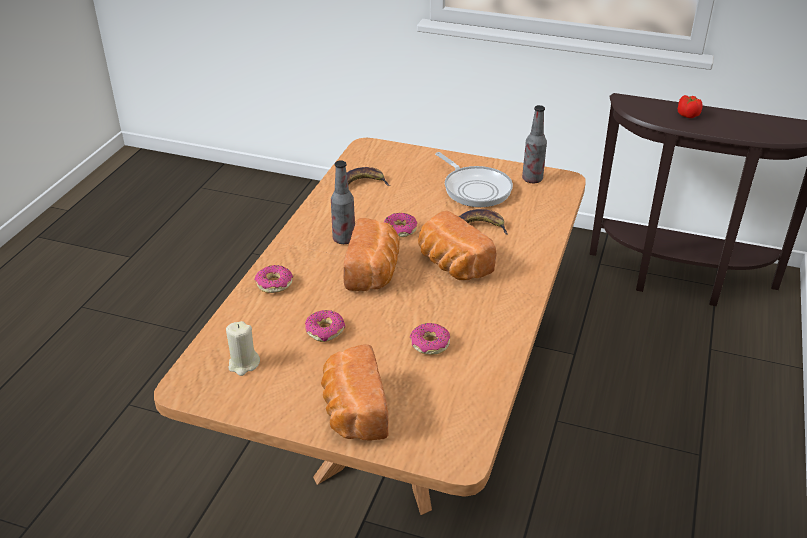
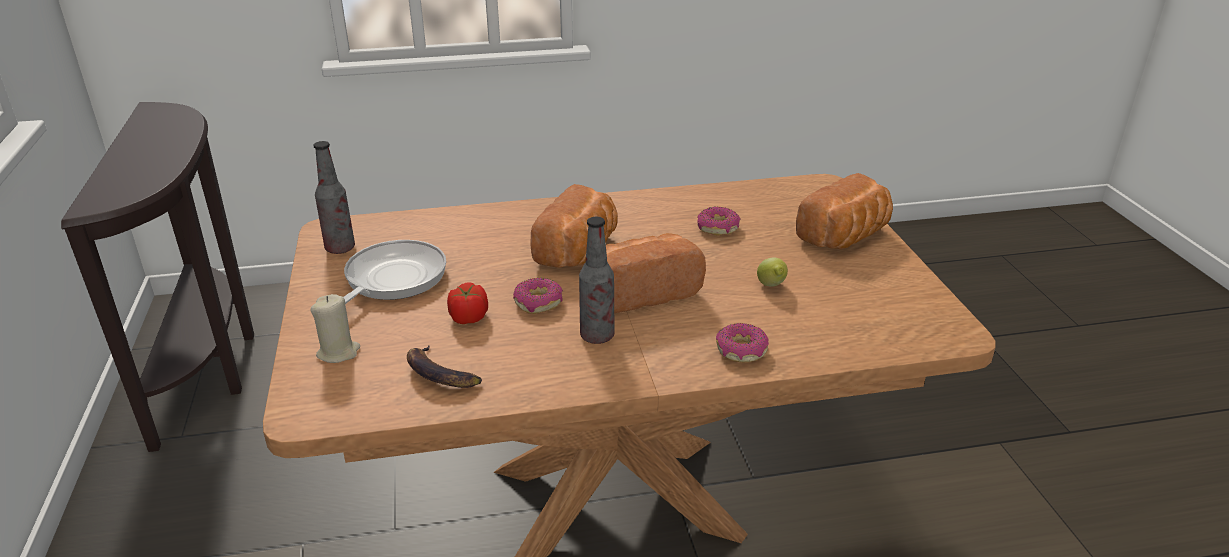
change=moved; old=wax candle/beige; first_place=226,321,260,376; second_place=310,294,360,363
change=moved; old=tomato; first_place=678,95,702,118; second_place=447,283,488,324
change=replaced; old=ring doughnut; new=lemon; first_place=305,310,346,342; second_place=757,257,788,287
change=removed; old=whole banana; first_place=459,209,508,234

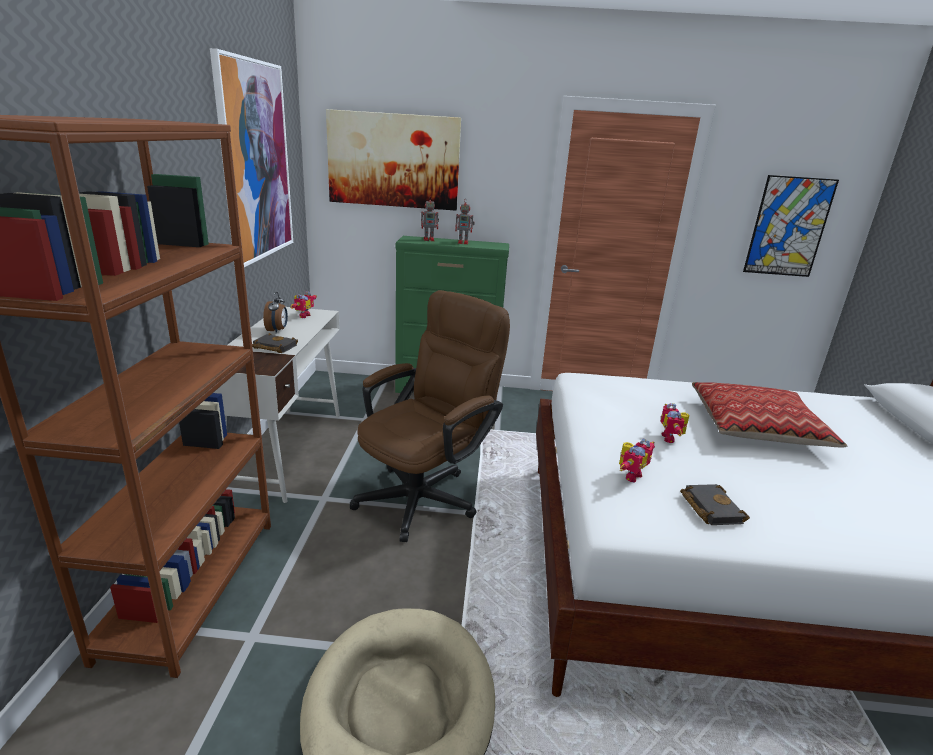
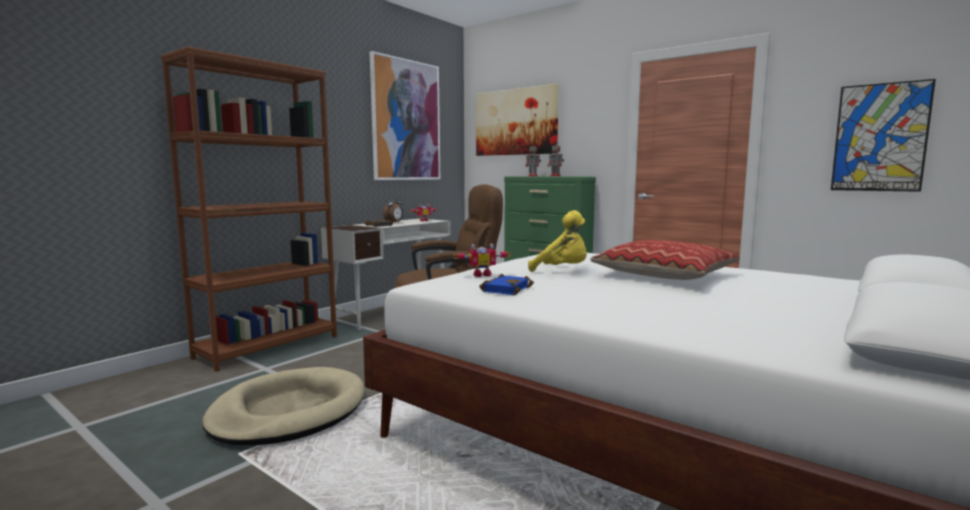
change=recoloured; old=volume/blackish; new=volume/blue-coloured; first_place=680,484,750,525; second_place=479,274,534,295
change=replaced; old=robot figure; new=soft toy/yellow; first_place=661,403,689,443; second_place=528,210,587,272

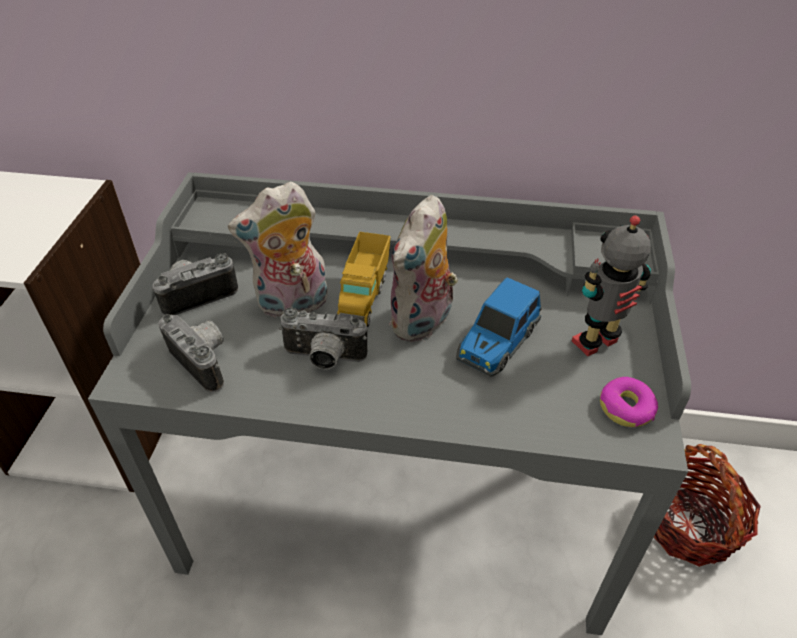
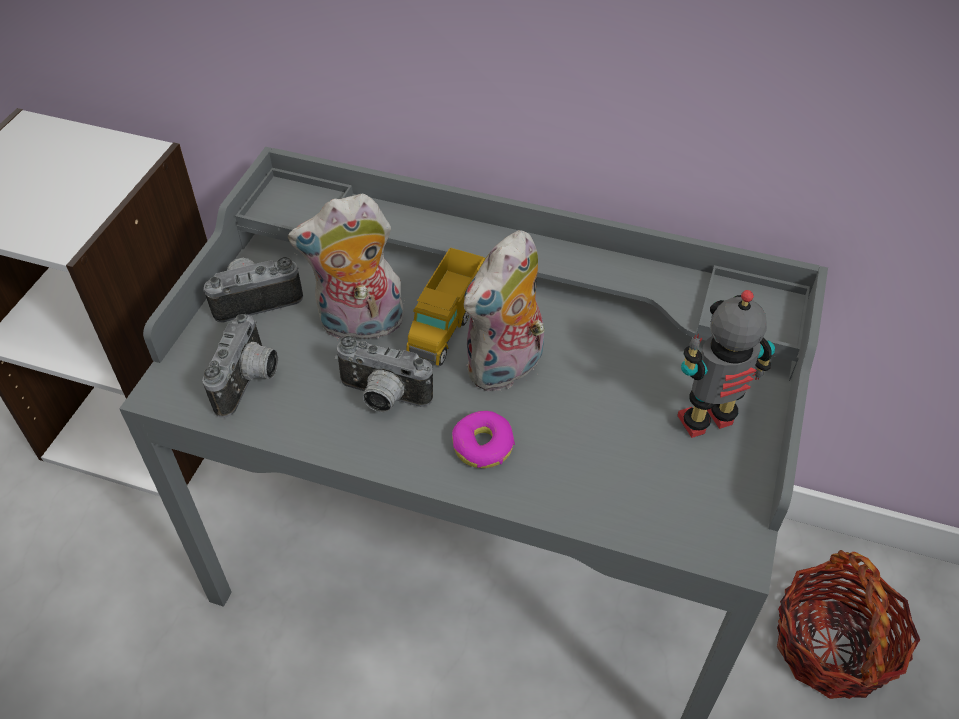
change=turned; old=photo camera; first_place=158,314,224,393; second_place=202,314,278,418; degrees=45
change=moved; old=ring doughnut; first_place=600,377,658,427; second_place=452,411,515,468
change=removed; old=model car; first_place=456,277,542,377

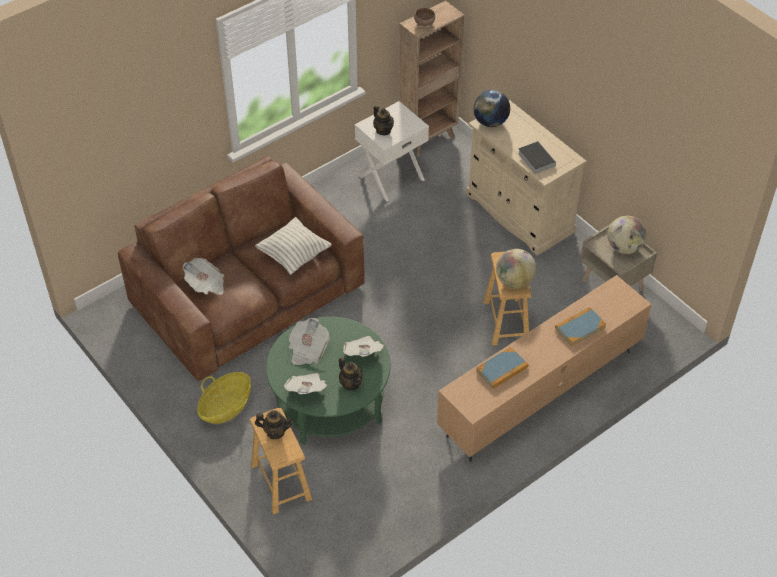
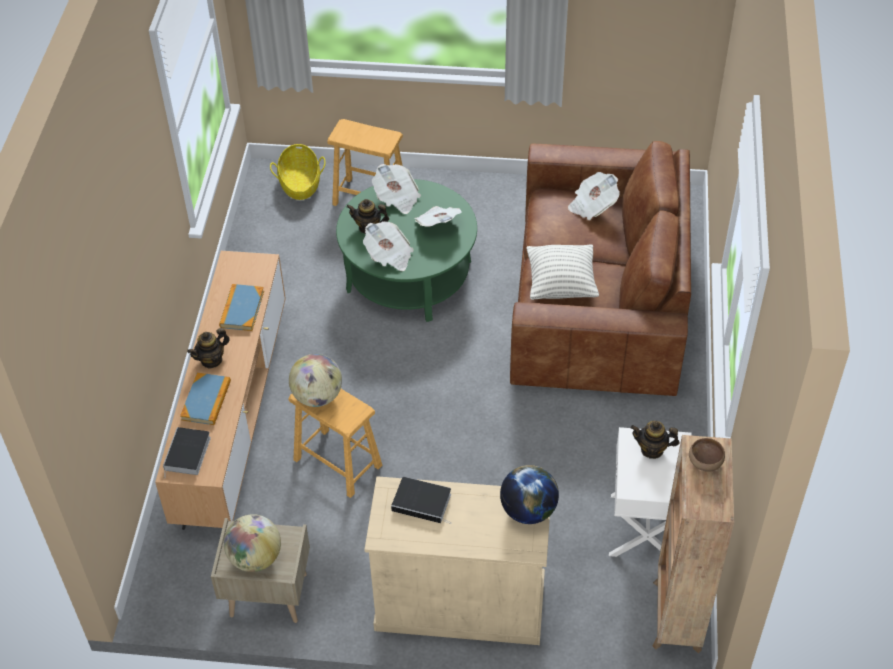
change=added; new=volume; second_place=163,427,211,477
change=moved; old=teapot; first_place=255,410,293,439; second_place=187,328,230,369
change=moved; old=household basket; first_place=197,372,251,424; second_place=270,144,326,200

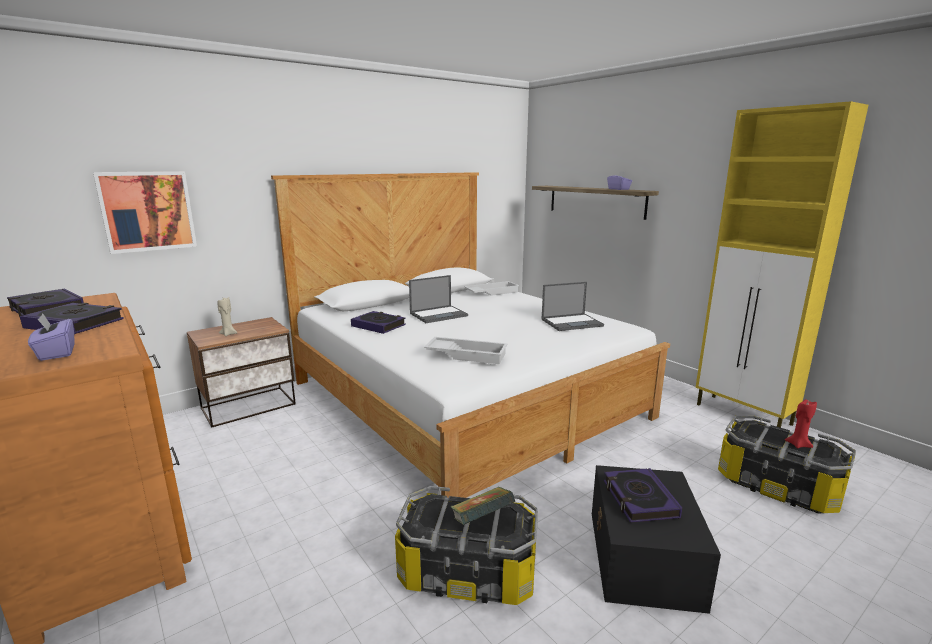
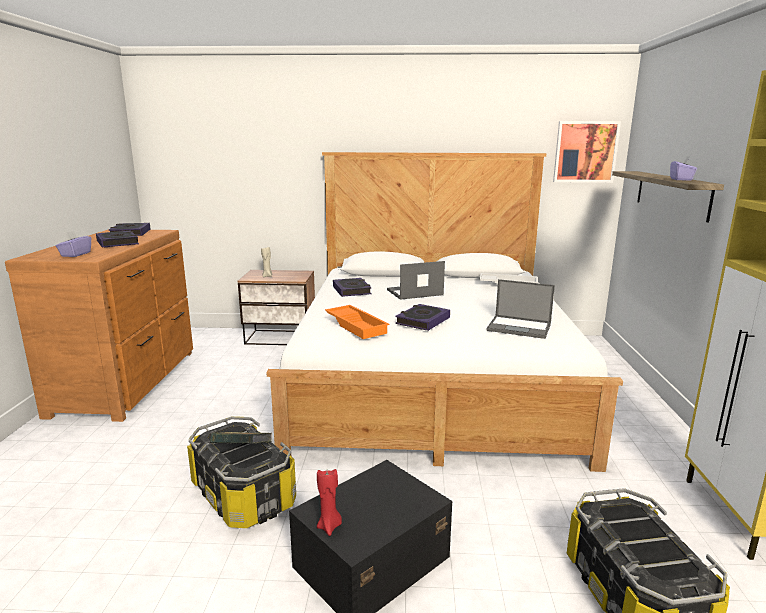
change=moved; old=wax candle/red; first_place=785,399,817,448; second_place=317,469,342,536
change=recoloured; old=serving tray/whitish; new=serving tray/orangey; first_place=424,337,508,364; second_place=325,305,389,339
change=turned; old=laptop; first_place=409,275,468,323; second_place=387,261,445,300; degrees=150
change=moved; old=volume; first_place=604,468,682,523; second_place=395,304,450,331
change=moved; old=wall picture; first_place=93,171,197,254; second_place=553,121,621,183

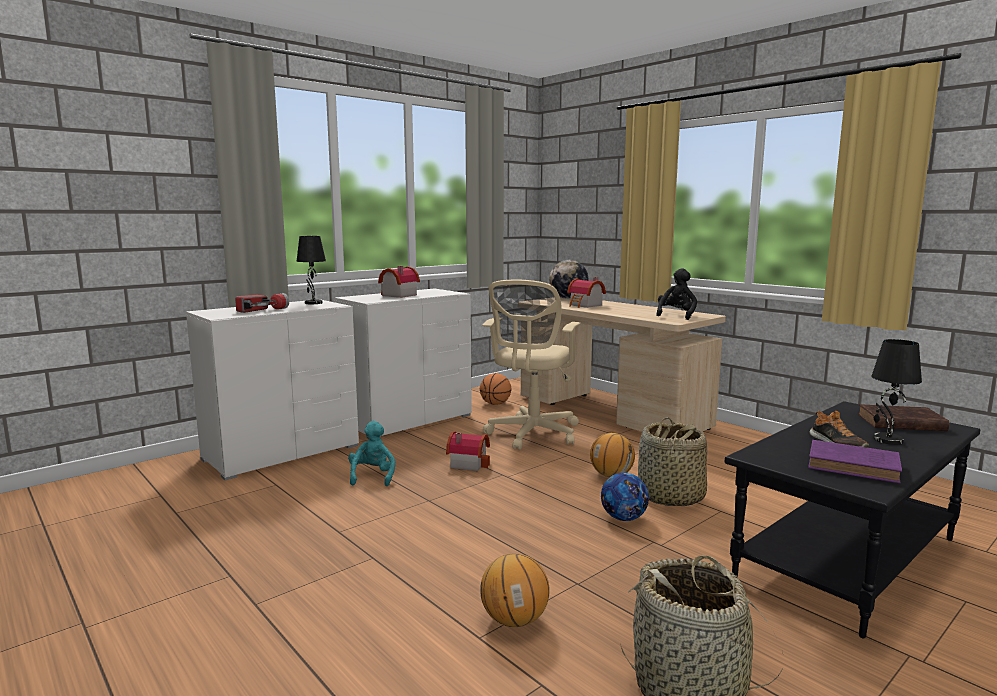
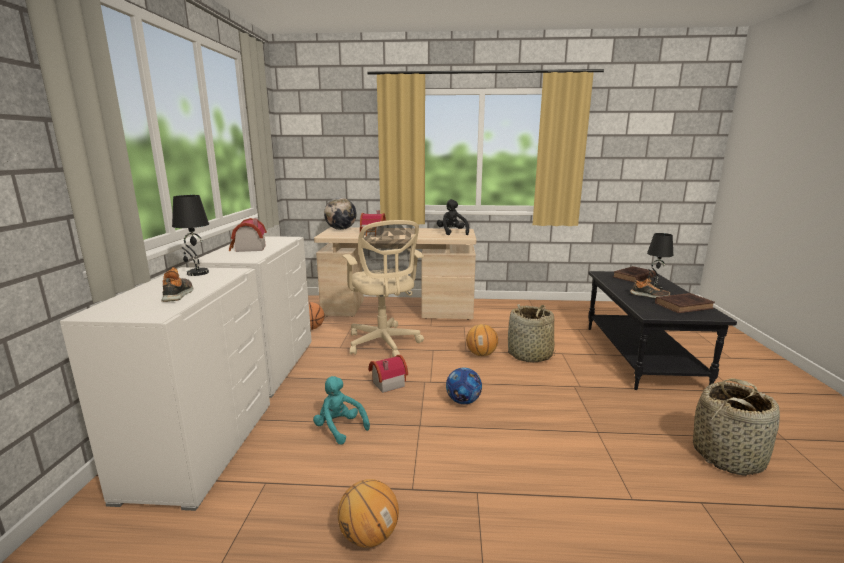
change=replaced; old=hand torch; new=item of footwear; first_place=235,293,289,313; second_place=161,267,193,302
change=moved; old=ball for basketball; first_place=480,554,550,627; second_place=338,479,399,548
change=moved; old=football; first_place=601,473,649,521; second_place=446,368,482,404
change=recoloured; old=volume/purple-coloured; new=volume/brownish; first_place=808,440,902,483; second_place=655,293,715,313

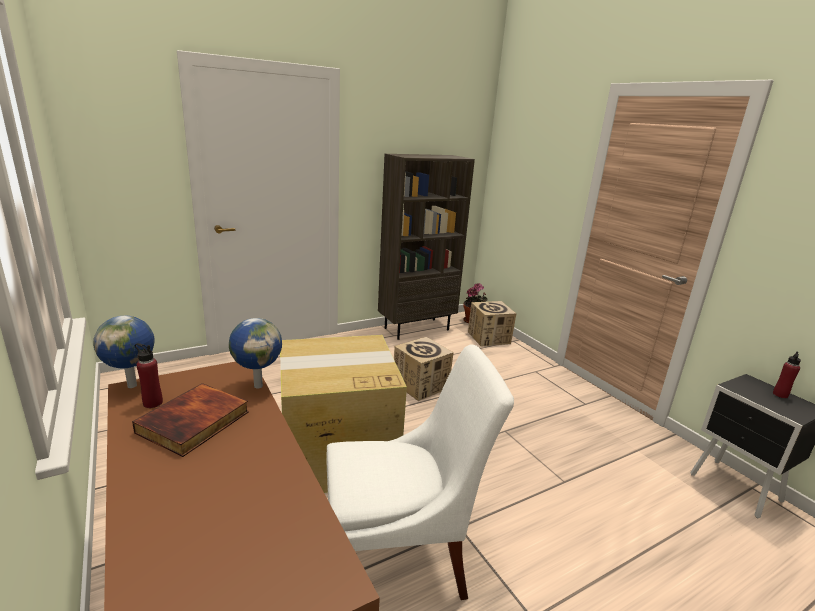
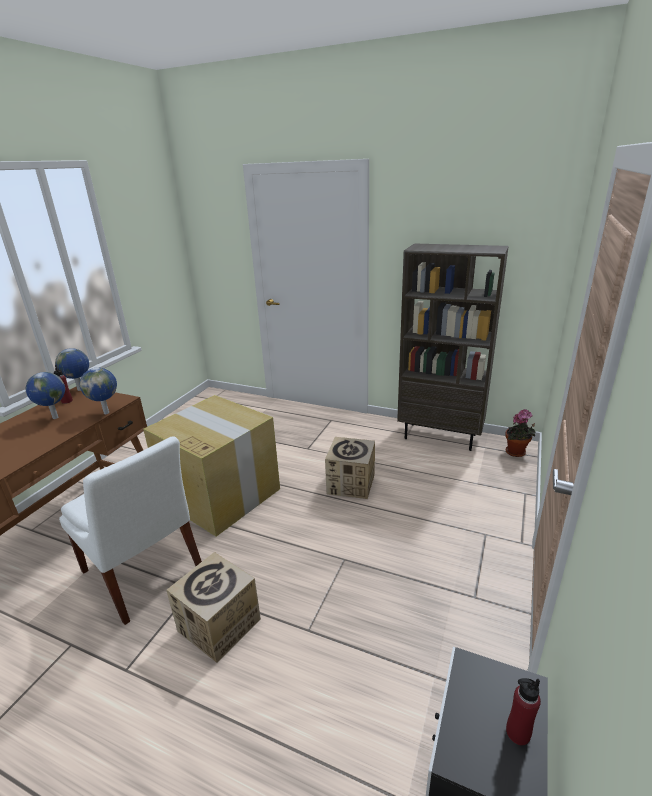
change=replaced; old=volume; new=globe; first_place=132,383,249,457; second_place=26,372,65,419
change=moved; old=packing box; first_place=468,301,517,347; second_place=166,552,261,663

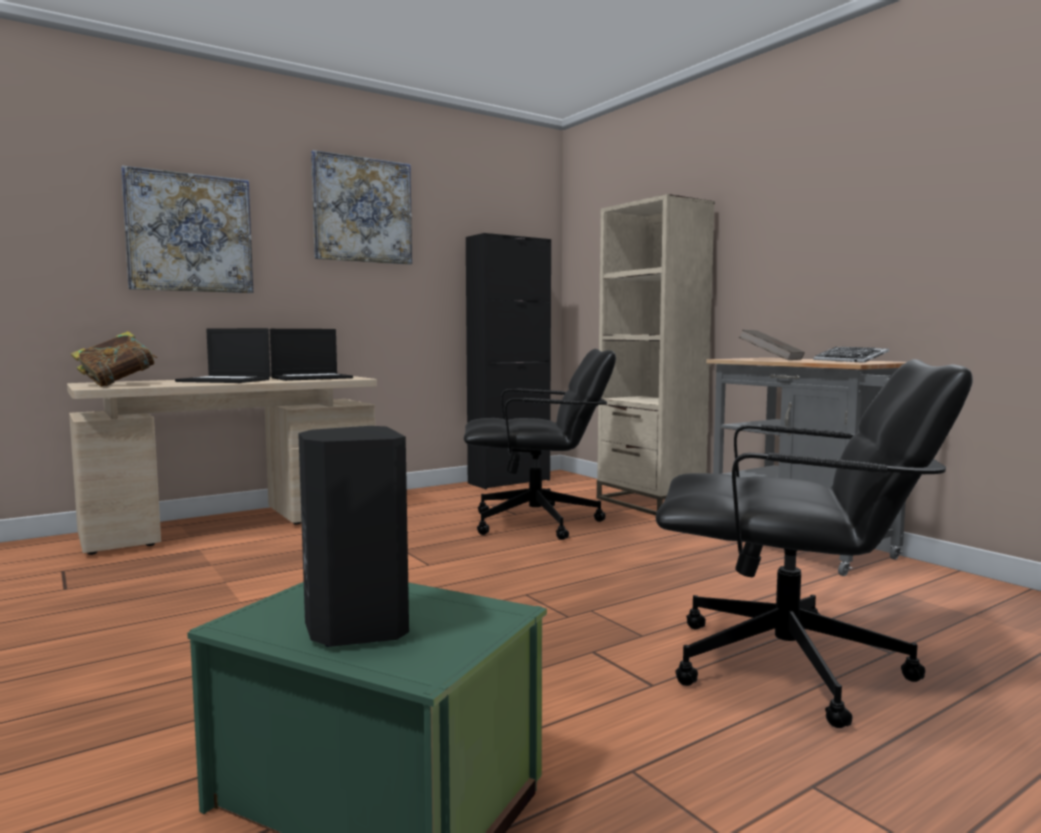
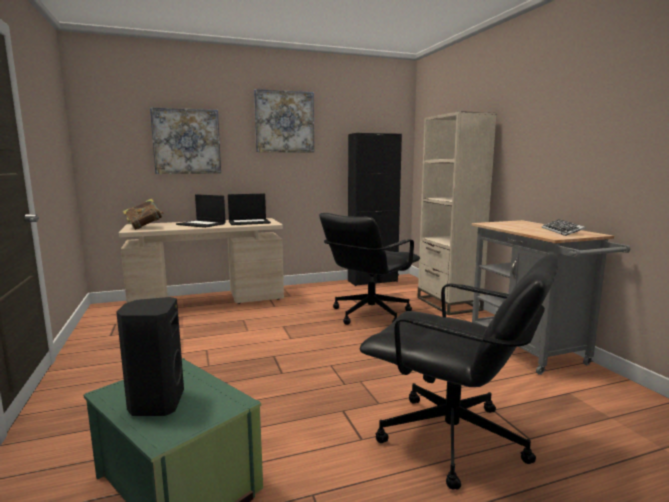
change=turned; old=computer chair/blackish; first_place=464,349,616,540; second_place=319,213,420,325; degrees=120
change=removed; old=volume/brownish; first_place=739,330,805,360

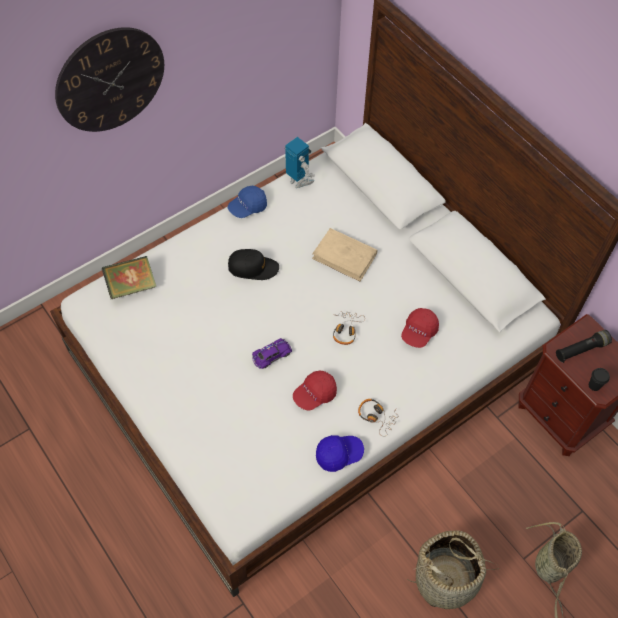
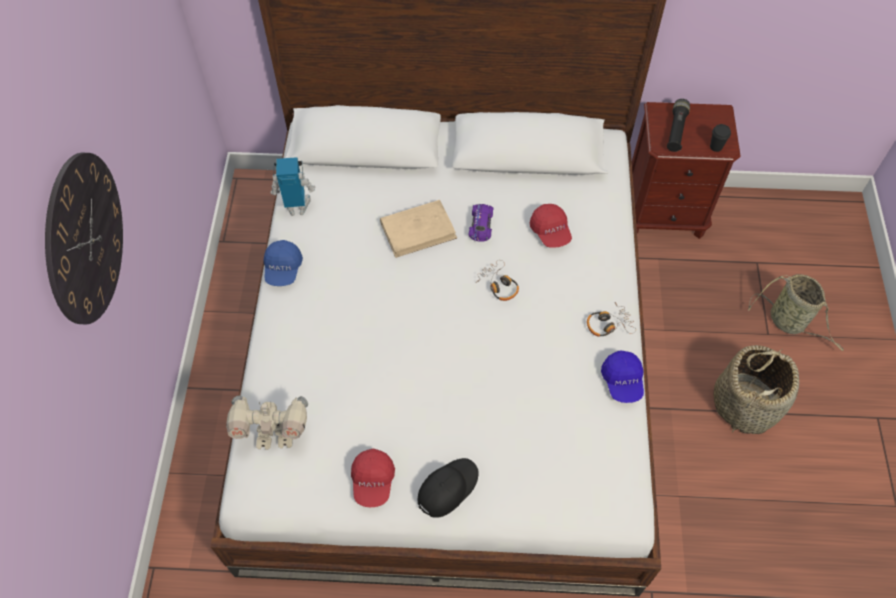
change=replaced; old=volume; new=robot figure; first_place=102,256,156,299; second_place=226,396,308,450
change=moved; old=peaked cap/red; first_place=293,371,337,411; second_place=351,448,395,507
change=moved; old=peaked cap/blackish; first_place=228,249,279,280; second_place=418,458,479,518
change=moved; old=model car/purple-coloured; first_place=252,338,292,369; second_place=469,204,494,242
change=turned; old=peaked cap/blue-coloured; first_place=316,435,364,472; second_place=601,350,644,403; degrees=150

